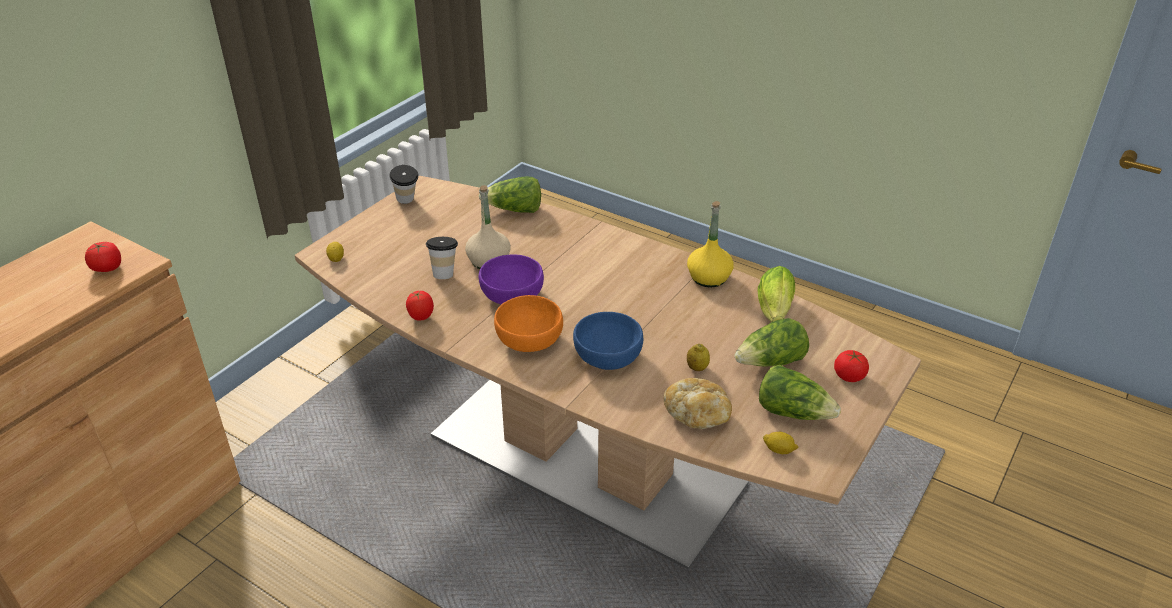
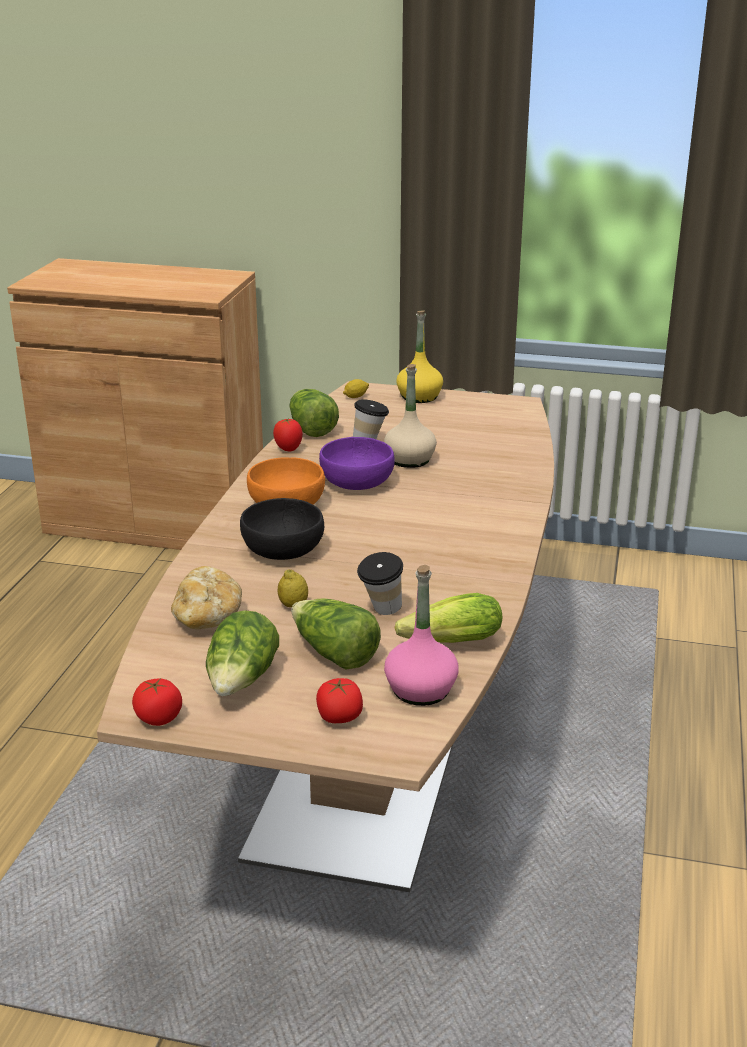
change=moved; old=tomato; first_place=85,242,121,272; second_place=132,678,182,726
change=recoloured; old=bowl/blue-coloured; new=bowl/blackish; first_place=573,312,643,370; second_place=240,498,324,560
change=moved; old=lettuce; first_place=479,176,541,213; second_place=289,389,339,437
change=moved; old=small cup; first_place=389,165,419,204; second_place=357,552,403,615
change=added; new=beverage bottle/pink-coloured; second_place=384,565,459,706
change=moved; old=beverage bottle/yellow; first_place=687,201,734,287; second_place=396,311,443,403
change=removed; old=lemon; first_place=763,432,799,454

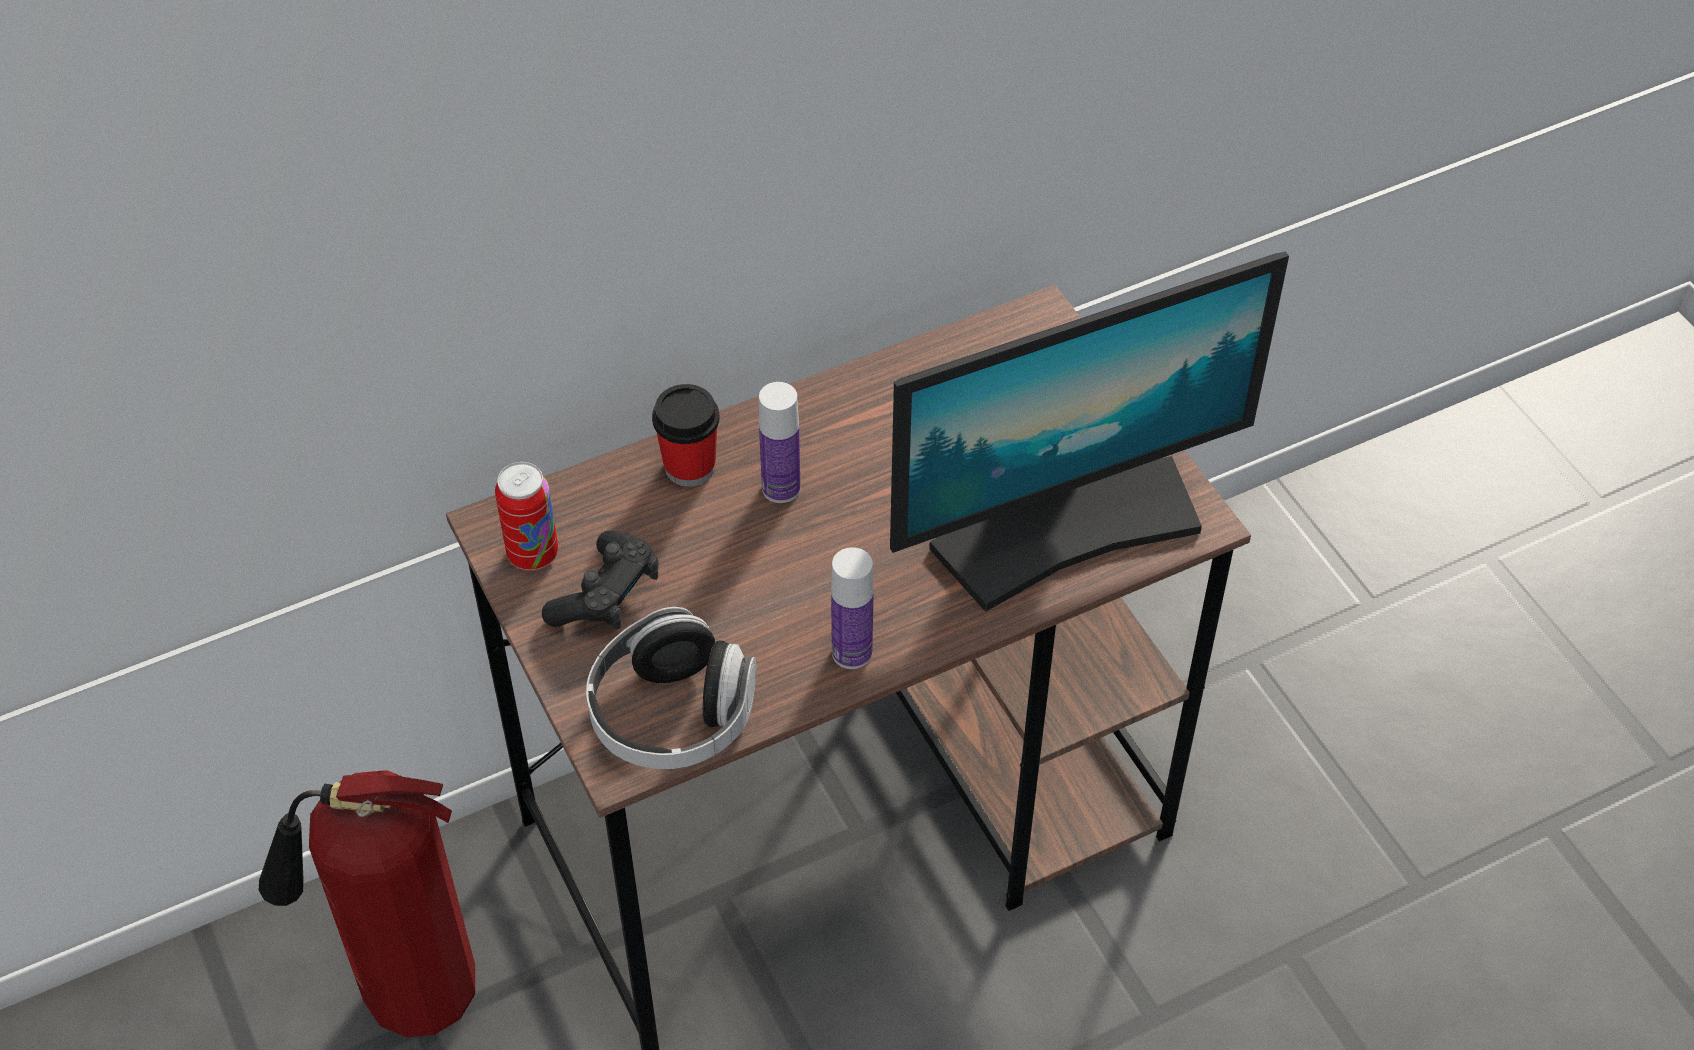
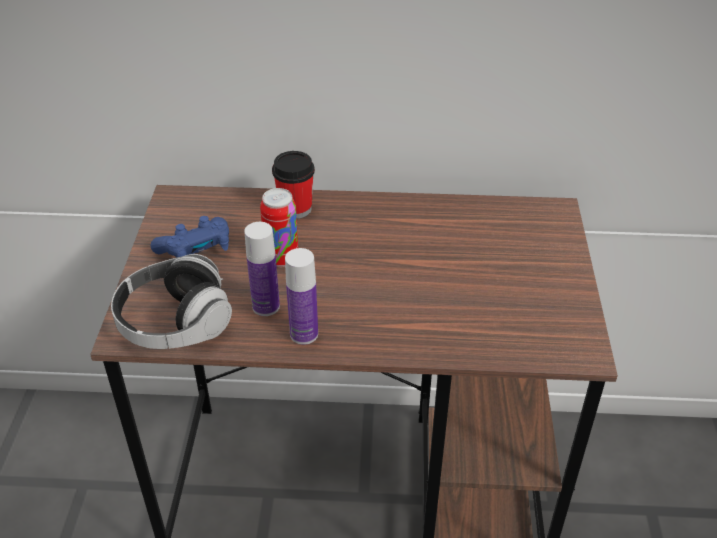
change=recoloured; old=game controller/blackish; new=game controller/blue-coloured; first_place=542,530,659,629; second_place=151,216,229,258
change=moved; old=beverage bottle; first_place=759,382,800,503; second_place=244,222,280,316
change=moved; old=sealed can; first_place=495,462,558,571; second_place=260,188,298,267
change=removed; old=extinguisher; first_place=259,770,475,1037
change=removed; old=computer display; first_place=890,252,1289,612

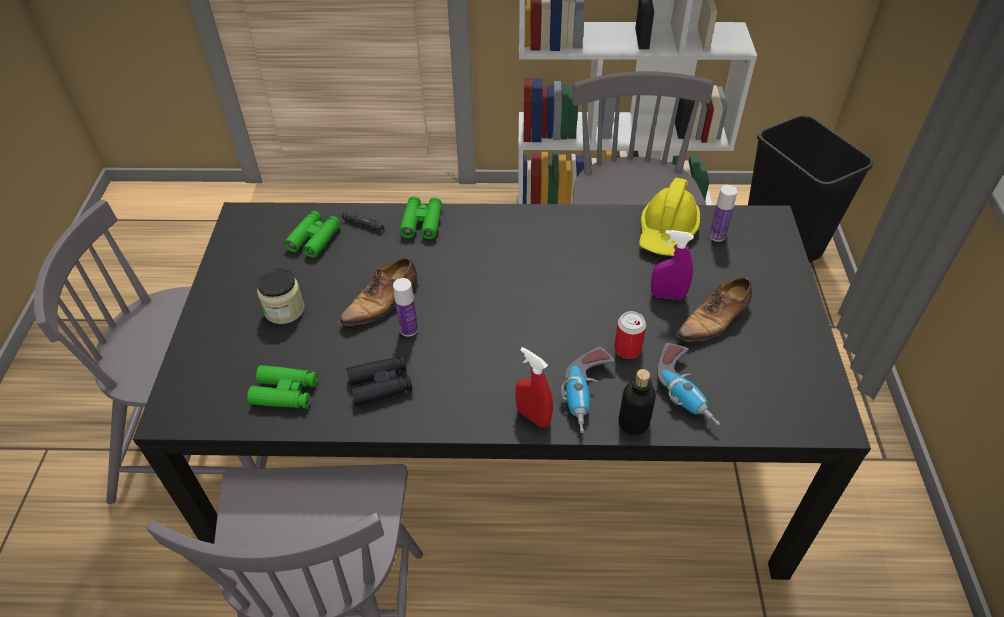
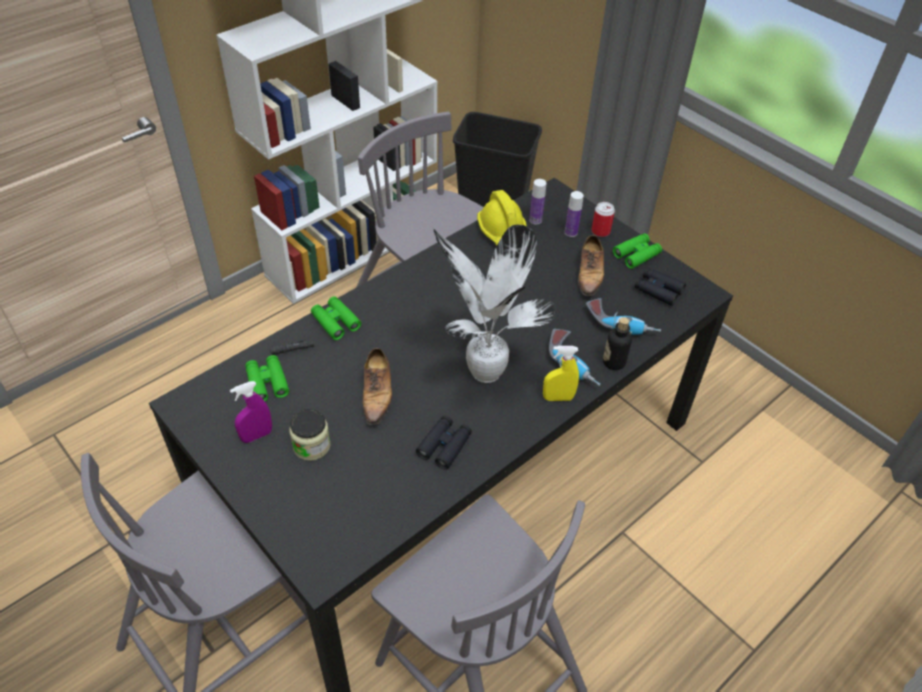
change=moved; old=sprayer/purple-coloured; first_place=651,230,693,300; second_place=230,381,272,443
change=added; new=plant in a pot; second_place=433,225,555,383
change=recoloured; old=sprayer/red; new=sprayer/yellow; first_place=515,347,553,428; second_place=543,346,579,401
change=moved; old=beverage bottle; first_place=393,278,418,337; second_place=565,191,584,237
change=moved; old=sealed can; first_place=614,311,646,359; second_place=591,202,615,237
change=moved; old=pair of binoculars/greenish; first_place=247,365,317,408; second_place=613,233,662,269
change=added; new=pair of binoculars/blackish; second_place=635,268,686,306

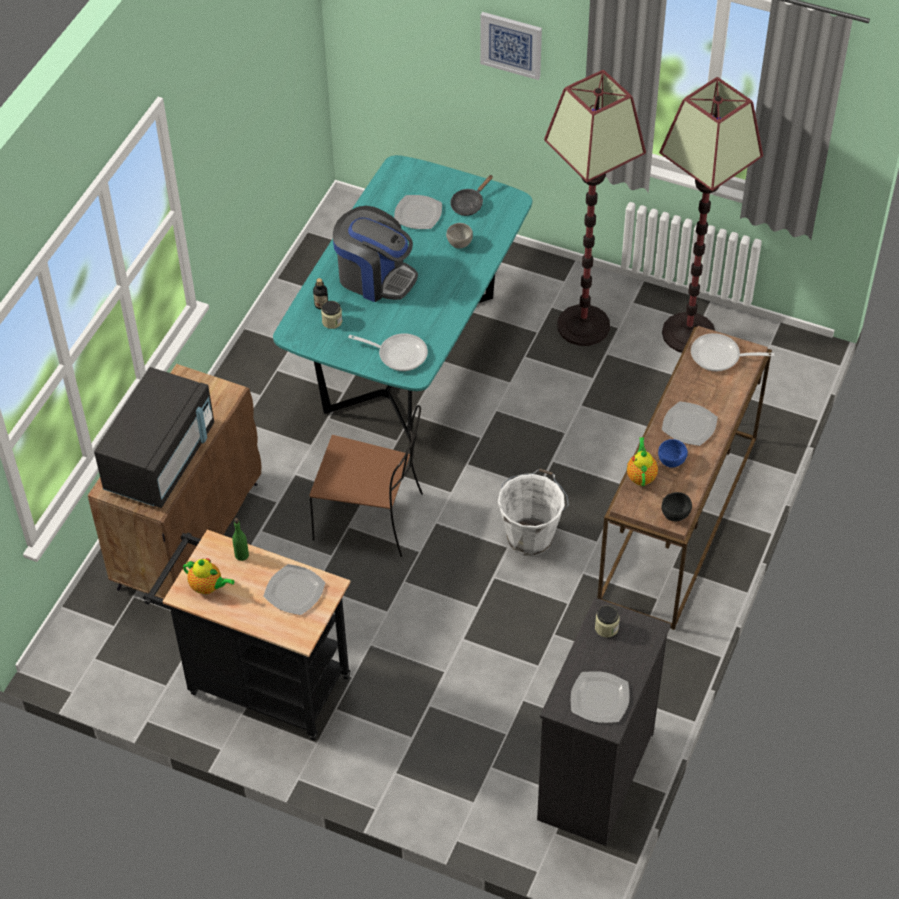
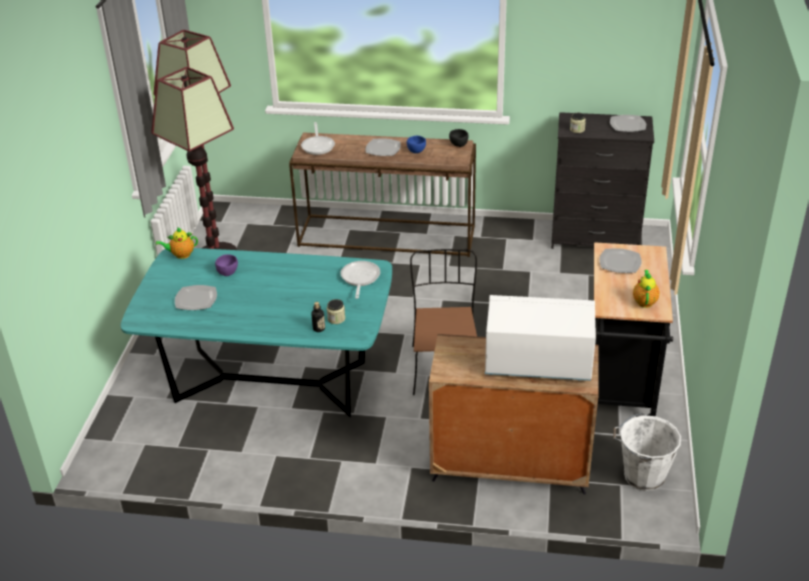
change=moved; old=teapot; first_place=627,437,658,487; second_place=156,227,198,259
change=recoloured; old=bowl/grey; new=bowl/purple-coloured; first_place=446,223,473,249; second_place=215,254,238,276
change=recoloured; old=microwave/blackish; new=microwave/whitish; first_place=94,367,214,508; second_place=485,295,596,381
change=moved; old=water bucket/whitish; first_place=498,469,569,556; second_place=613,413,681,491
change=removed; old=beverage bottle/greenish; first_place=232,518,249,561
change=removed; old=coffee brewer; first_place=333,206,418,302
change=removed; old=frying pan/blackish; first_place=450,175,493,216
change=removed; old=wall picture; first_place=480,12,542,80

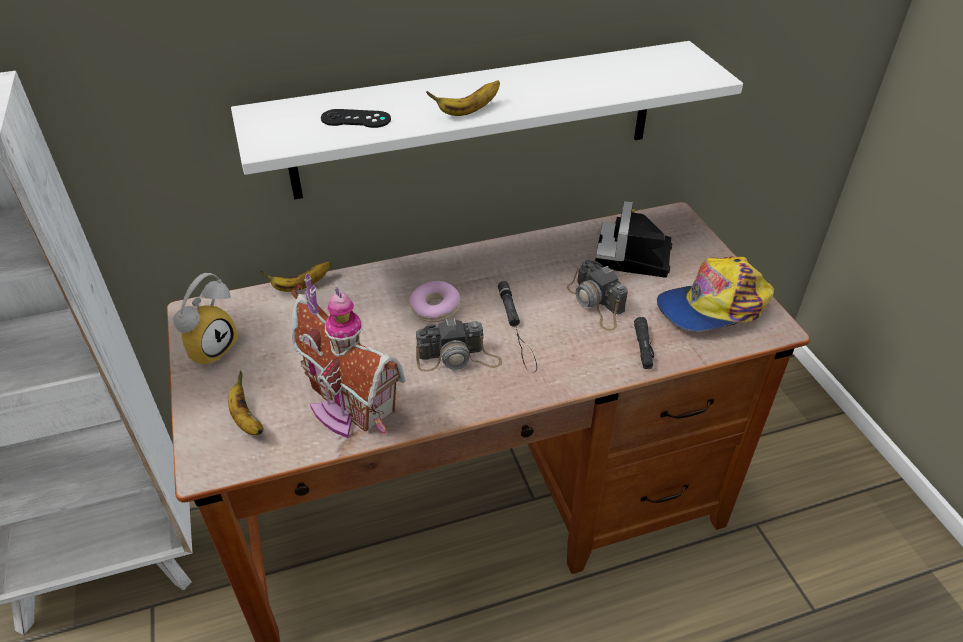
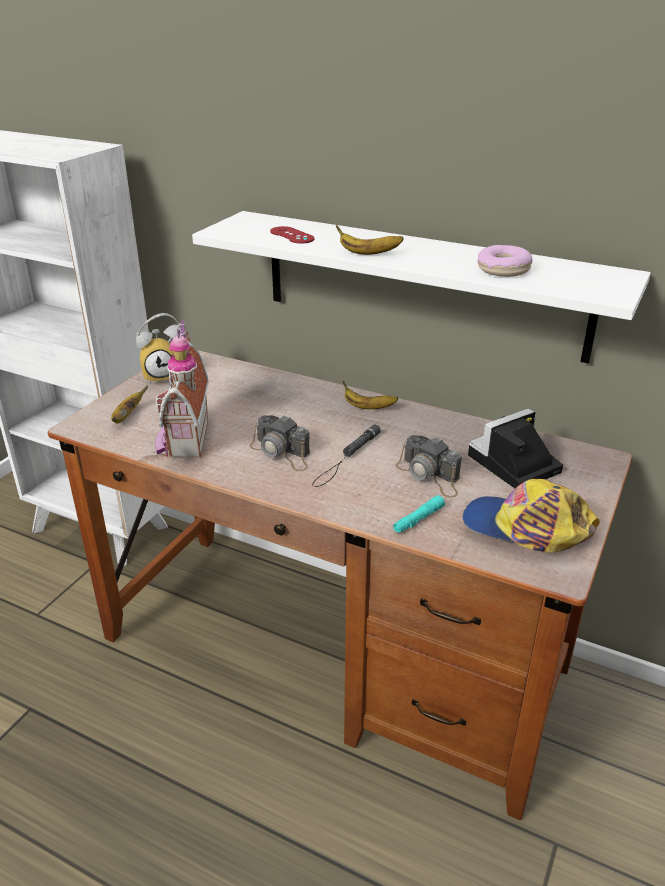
change=recoloured; old=game controller/blackish; new=game controller/red; first_place=321,109,391,128; second_place=270,226,314,244
change=moved; old=whole banana; first_place=260,261,331,292; second_place=342,381,398,409
change=recoloured; old=hand torch/blackish; new=hand torch/blue-green; first_place=634,317,654,369; second_place=393,495,445,533
change=turned; old=photo camera; first_place=567,259,628,331; second_place=396,435,462,498; degrees=-60
change=moved; old=ring doughnut; first_place=409,281,460,322; second_place=477,245,533,277

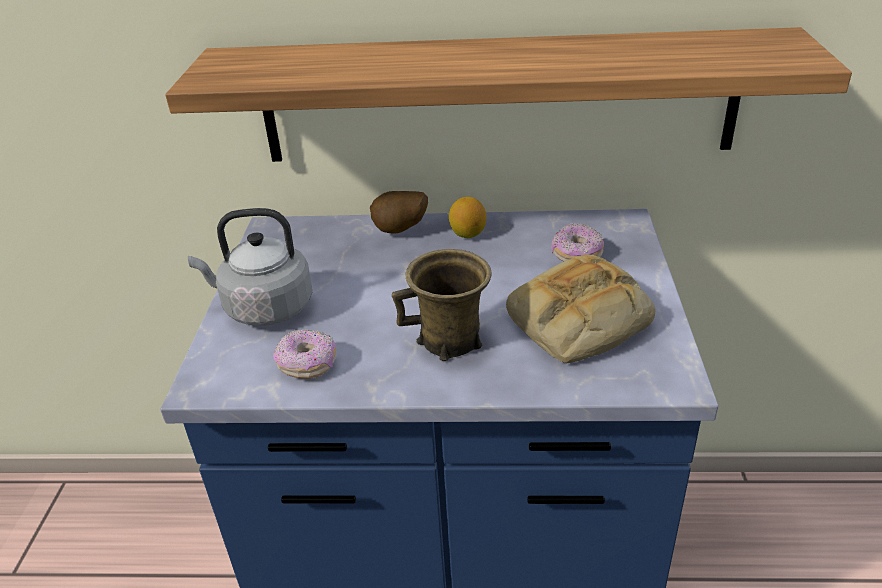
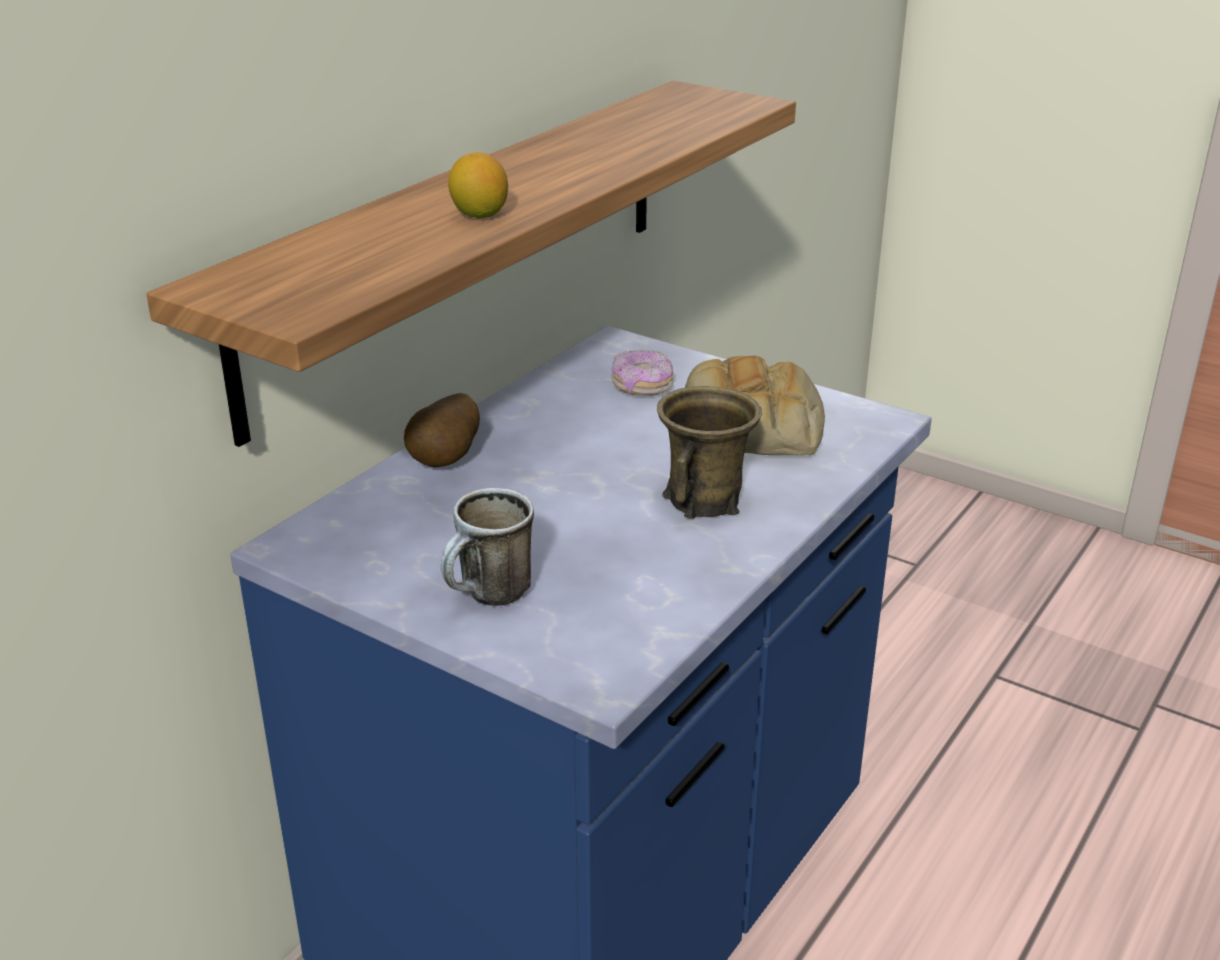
change=replaced; old=tea kettle/grey; new=mug; first_place=188,208,312,326; second_place=441,488,534,606
change=moved; old=lemon; first_place=449,197,486,238; second_place=448,152,508,218
change=removed; old=ring doughnut; first_place=273,329,336,379

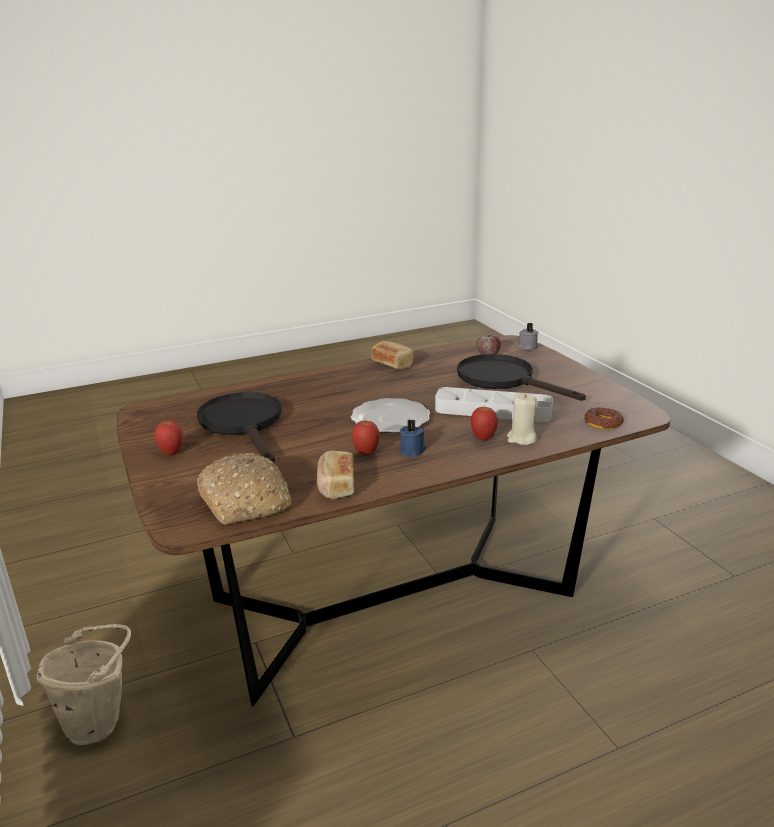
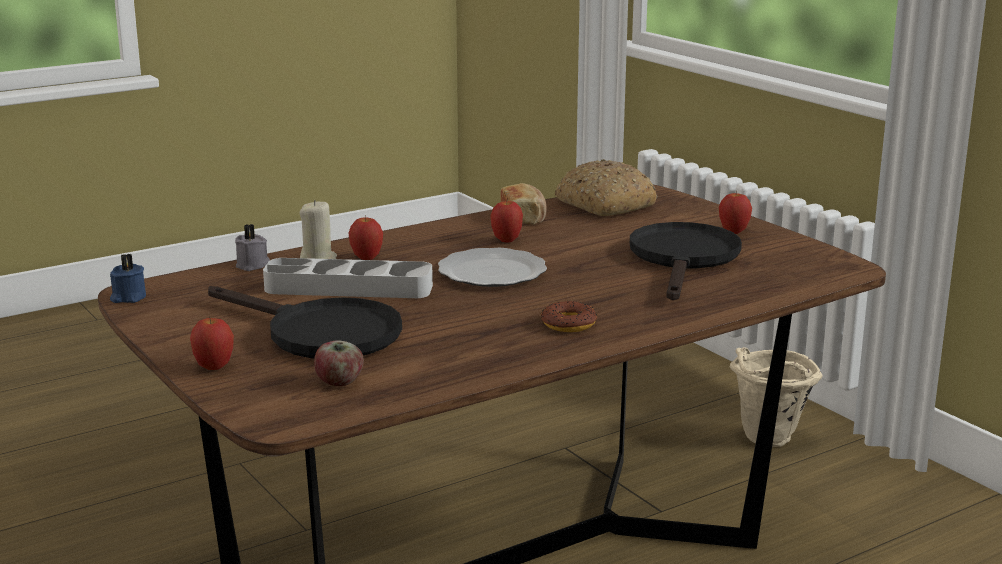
change=moved; old=wax candle/blue-coloured; first_place=399,419,426,457; second_place=110,253,146,303
change=added; new=whole apple; second_place=190,315,234,370
change=moved; old=wax candle/grey; first_place=517,323,538,351; second_place=235,224,270,271
change=moved; old=ring doughnut; first_place=584,407,624,430; second_place=541,301,597,332
change=turned; old=frying pan/blackish; first_place=197,392,282,462; second_place=630,222,742,300; degrees=-135
change=removed; old=bread; first_place=372,341,415,369

